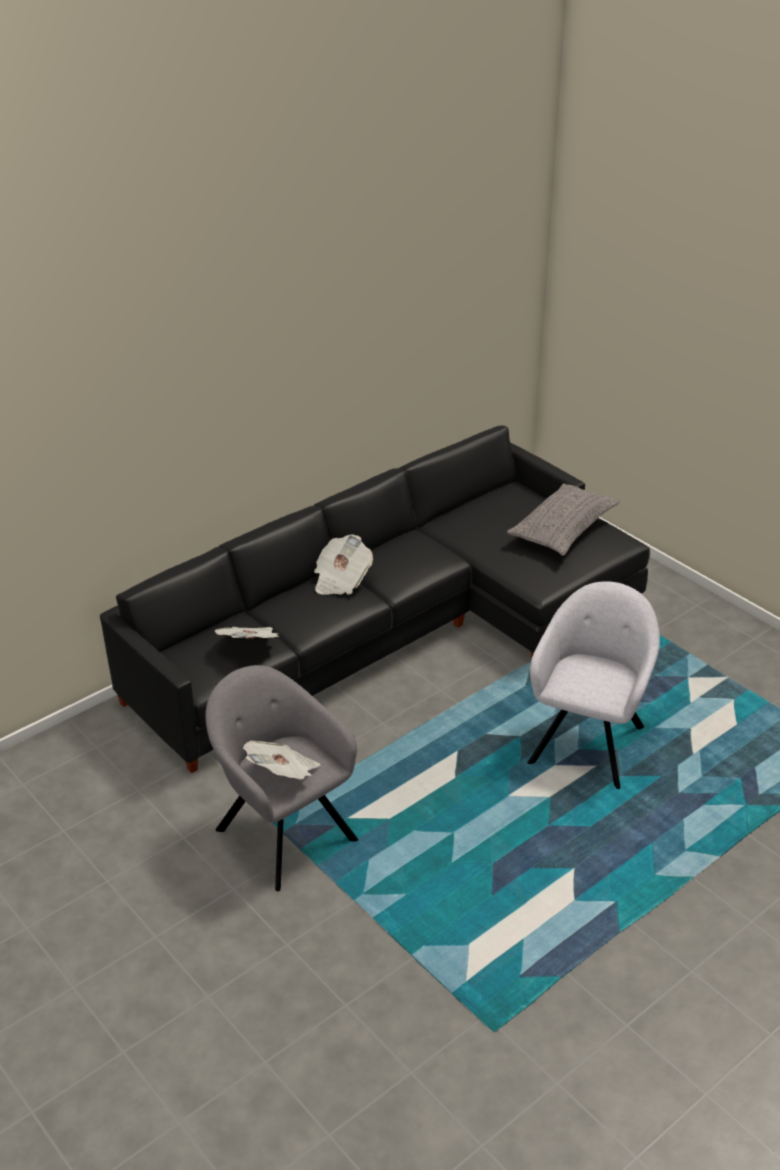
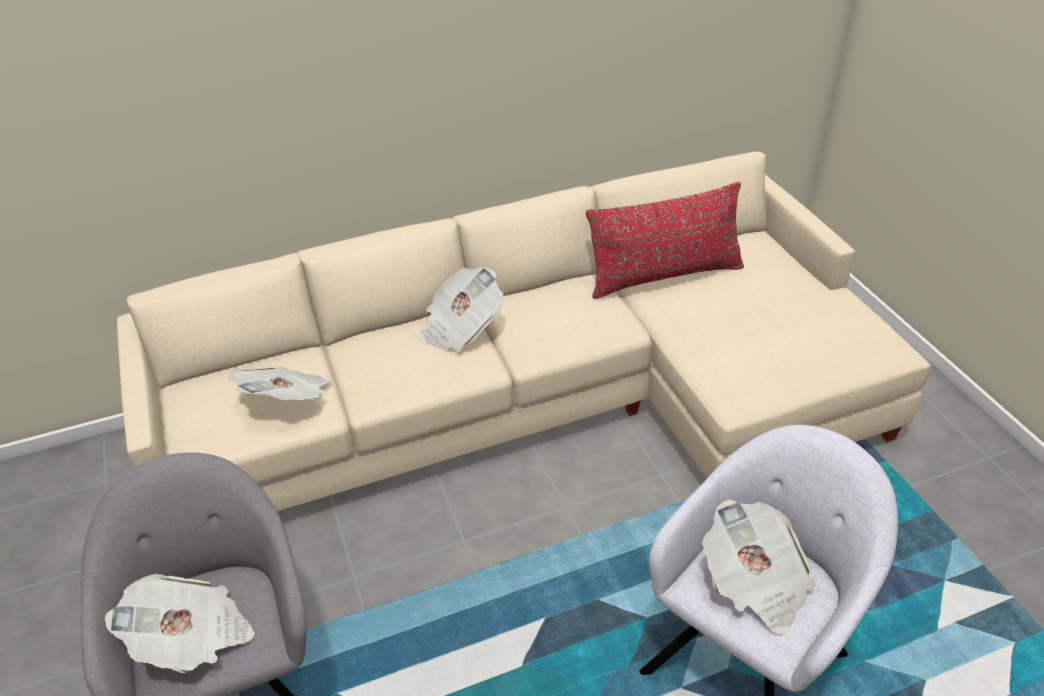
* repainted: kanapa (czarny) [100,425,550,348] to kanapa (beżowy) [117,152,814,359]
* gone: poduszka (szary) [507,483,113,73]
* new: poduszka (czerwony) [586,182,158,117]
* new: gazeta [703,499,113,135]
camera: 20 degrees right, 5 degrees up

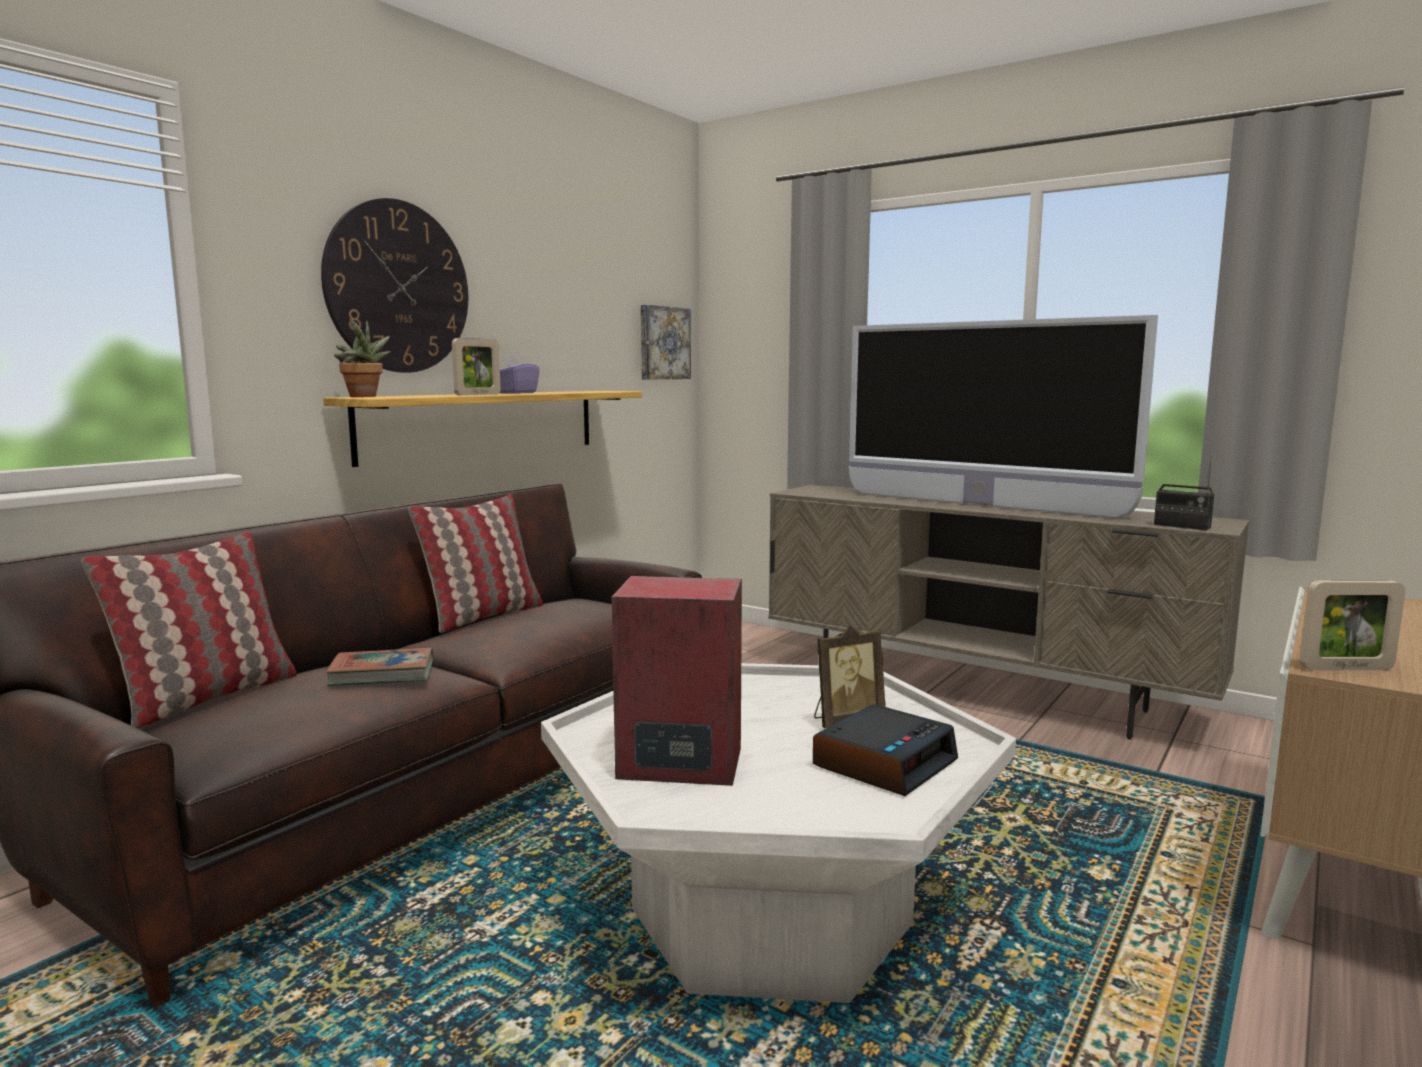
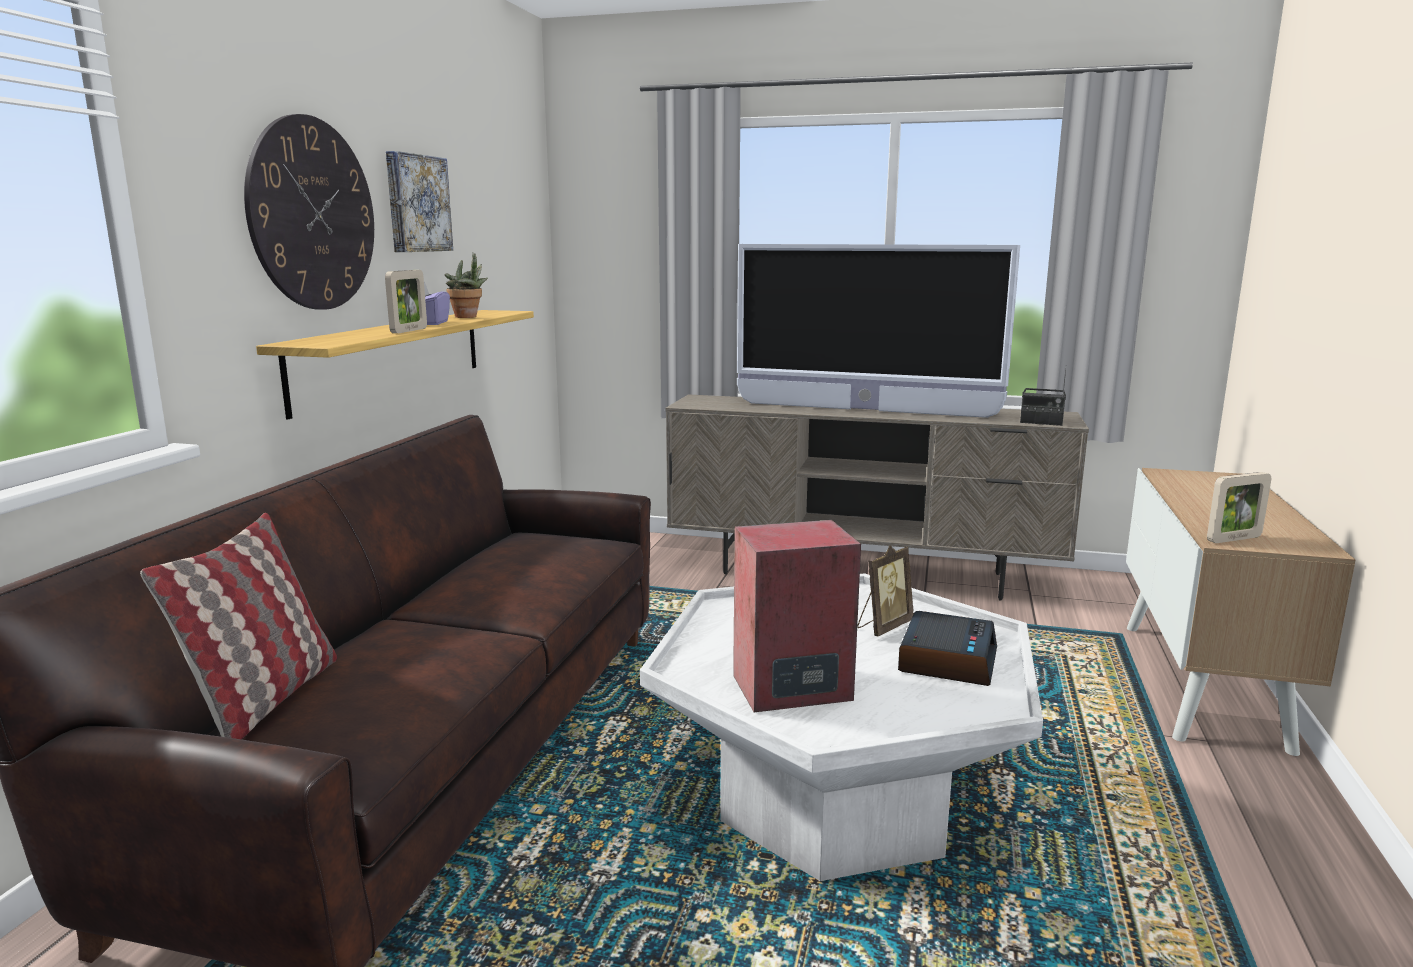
* gone: książka [326,648,107,38]
* shifted: roślina doniczkowa [334,318,57,79] to [444,253,44,65]
* gone: poduszka [408,494,135,139]
* shifted: obraz [641,305,50,74] to [386,151,67,101]
camera: 20 degrees left, 5 degrees up

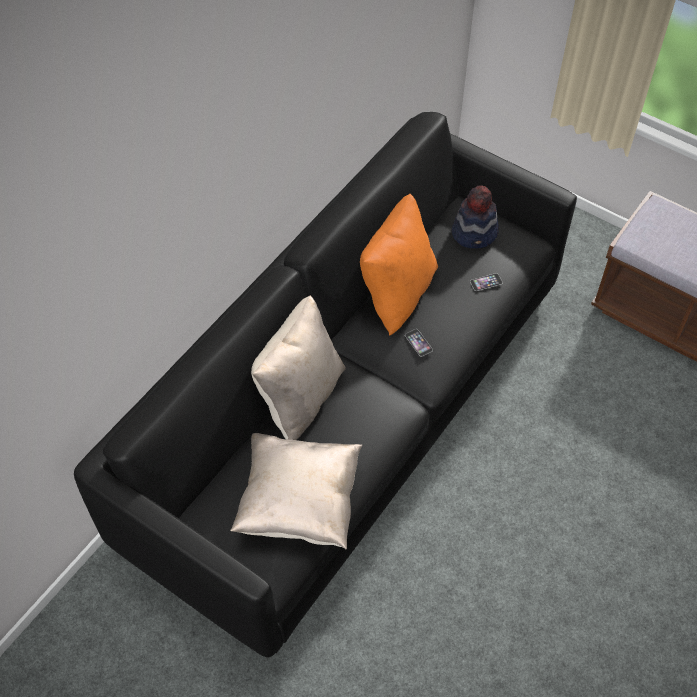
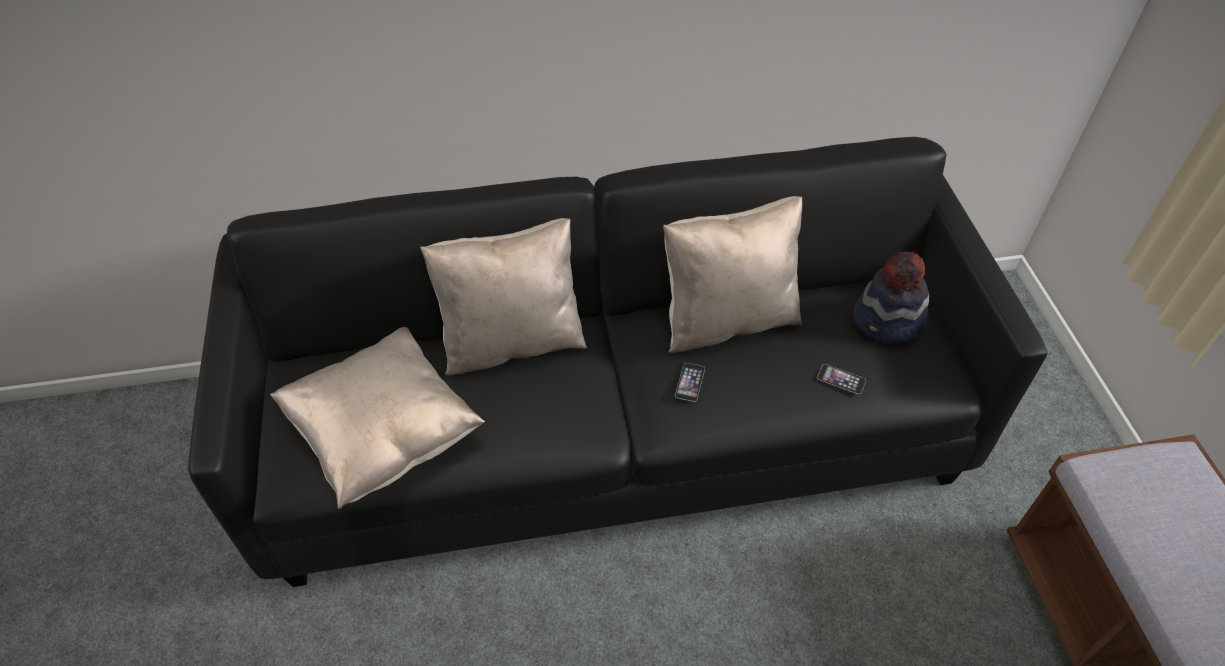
* repainted: poduszka (pomarańczowy) [360,194,78,142] to poduszka (beżowy) [663,196,139,157]
camera: 45 degrees right, 5 degrees down

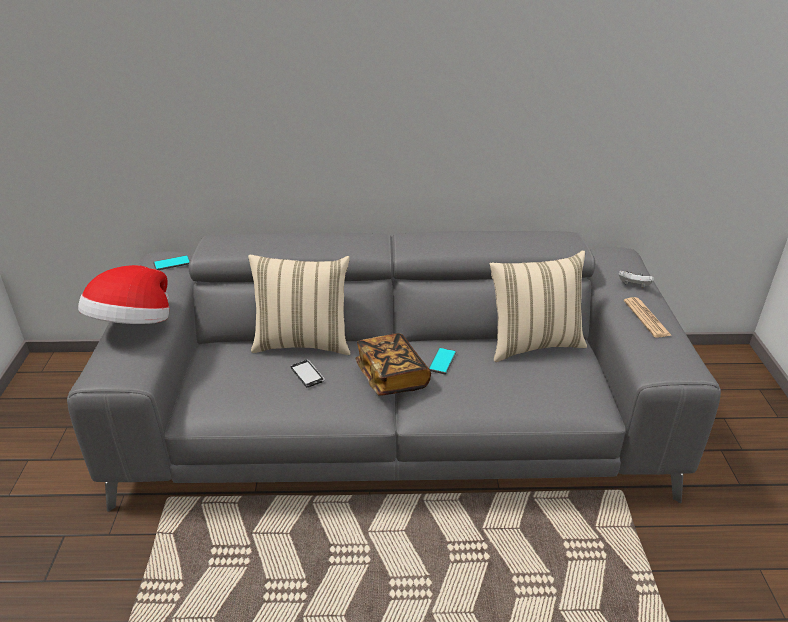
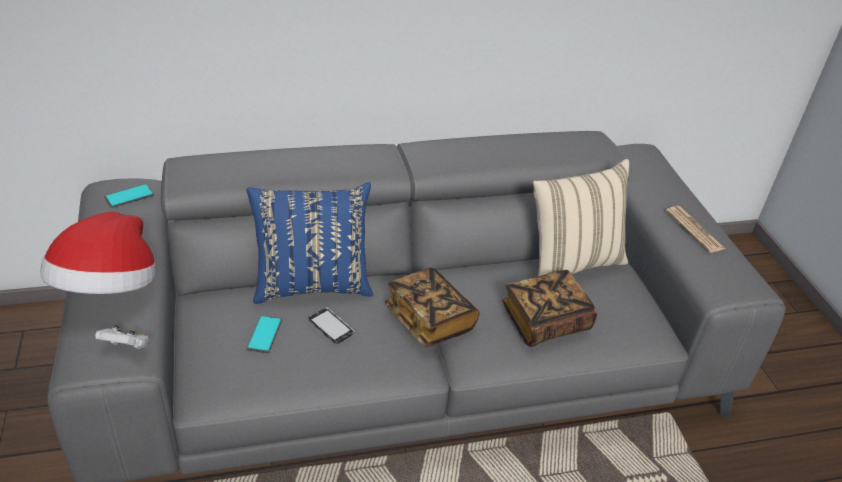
* repainted: poduszka (beżowy) [248,255,103,100] to poduszka (niebieski) [246,182,127,122]
* shifted: telefon [429,348,27,27] to [247,315,35,38]
* shifted: pad do gier (biały) [619,271,35,17] to [95,325,55,25]
* new: książka [502,270,95,77]
camera: 15 degrees left, 5 degrees up

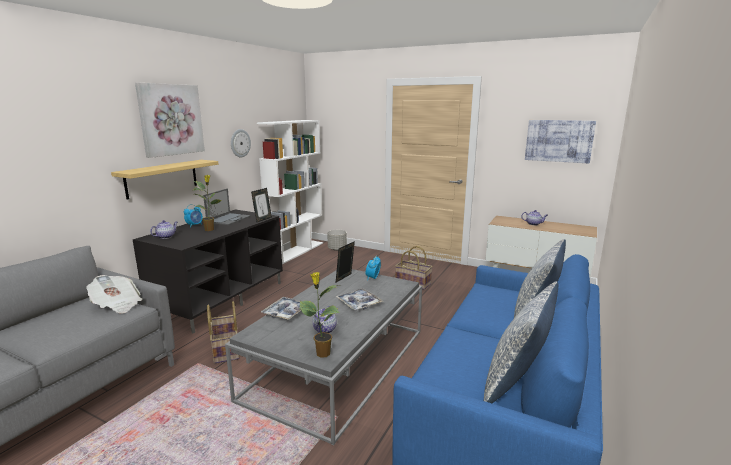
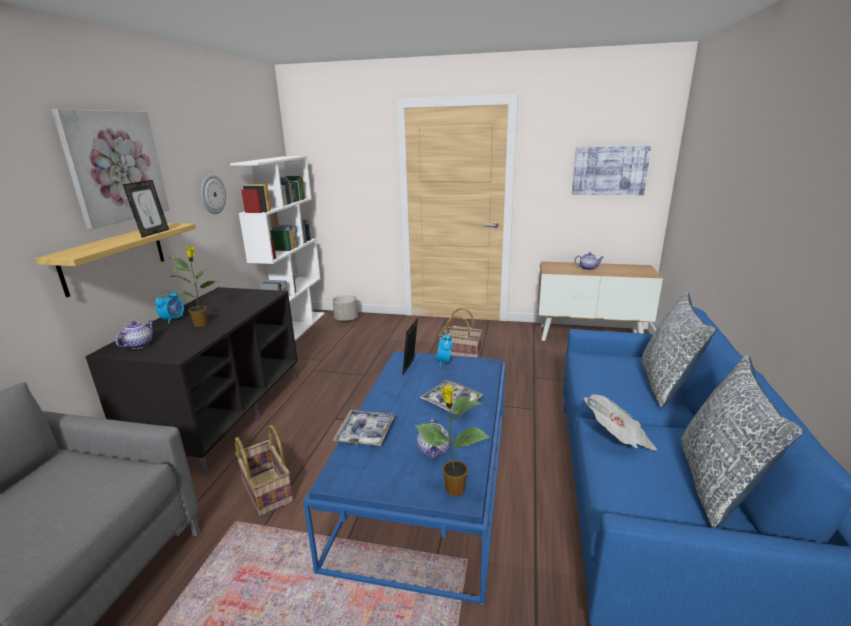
* shifted: gazeta [86,275,56,38] to [584,394,73,57]
* gone: laptop [203,189,48,36]
* repainted: ława (szary) [225,269,197,176] to ława (niebieski) [303,351,202,254]
* shifted: ramka na zdjęcie [251,188,21,34] to [122,180,47,58]
camera: 15 degrees left, 5 degrees up

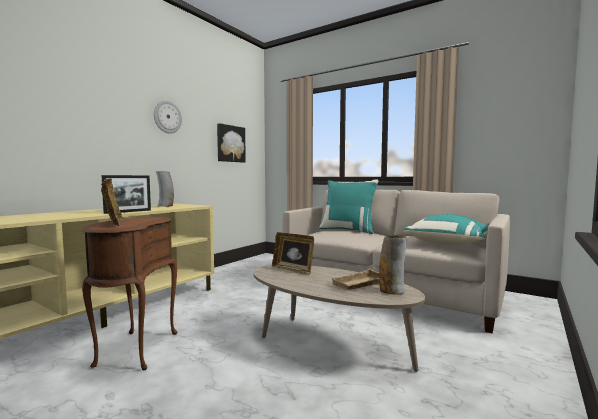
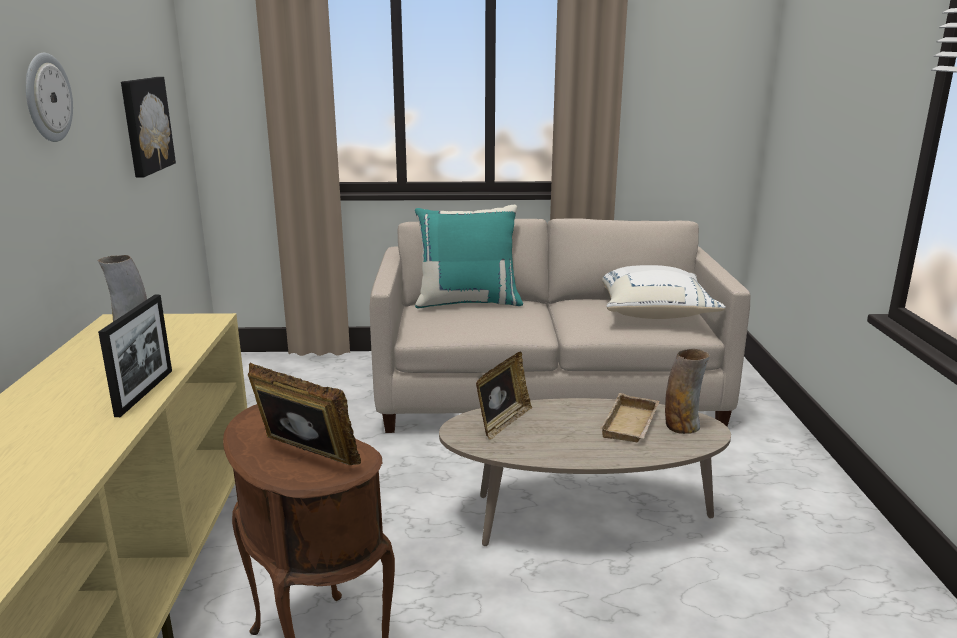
* rotated: ramka na zdjęcie [272,232,42,43] = [476,351,56,89] 60 degrees counterclockwise
* repainted: poduszka (turkusowy) [403,214,86,32] to poduszka (biały) [602,265,124,54]
camera: 35 degrees left, 15 degrees up

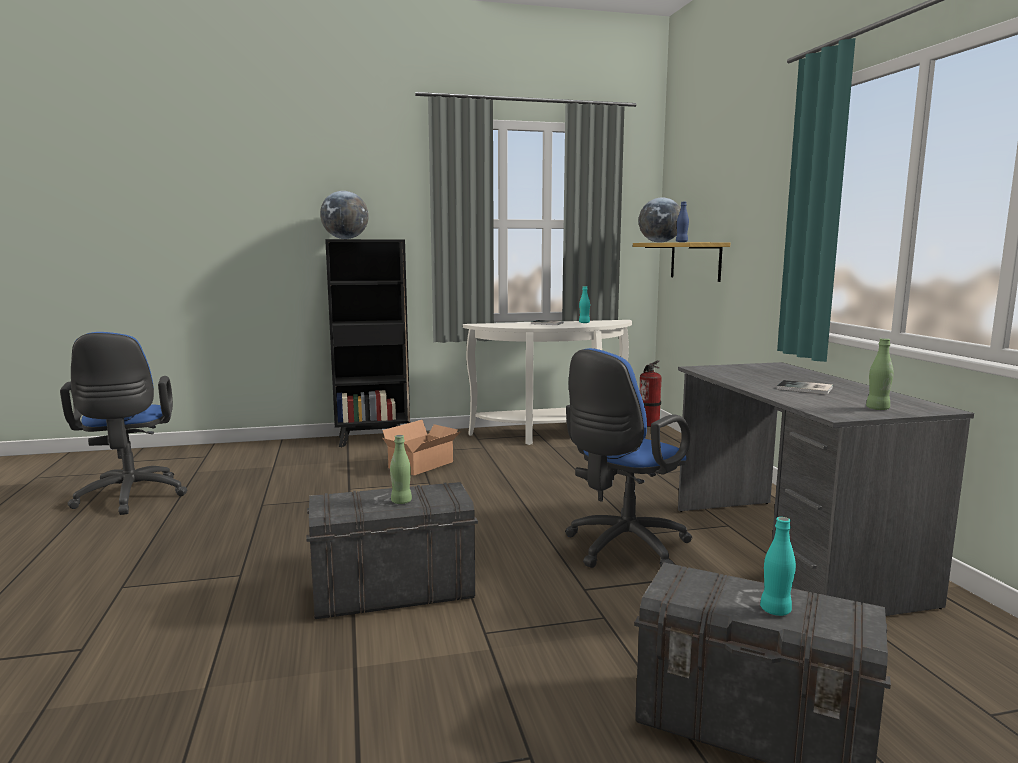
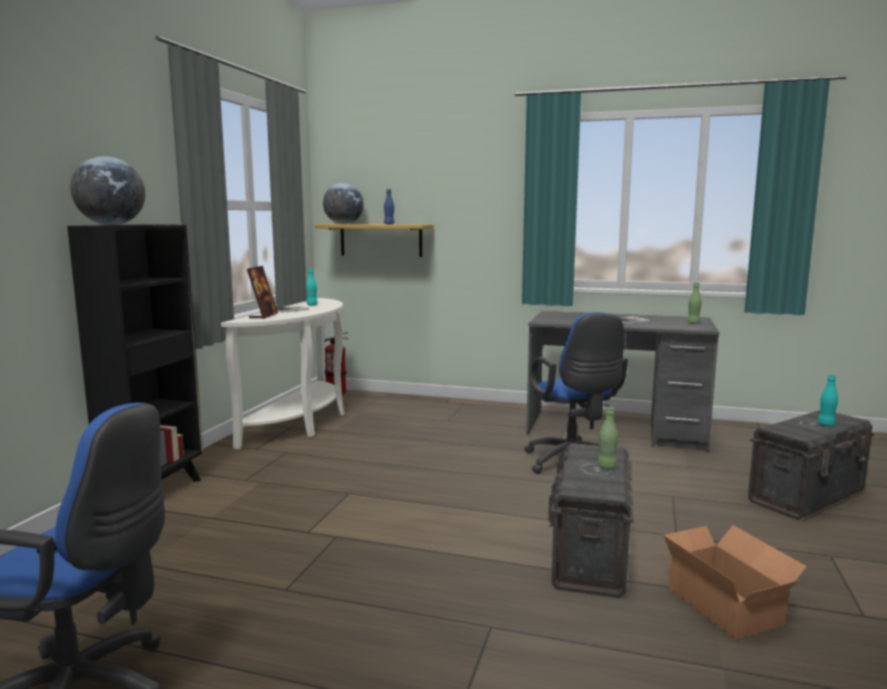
* shifted: karton [382,420,80,55] to [663,525,144,115]
* new: ramka na zdjęcie [247,266,31,53]
camera: 60 degrees left, 0 degrees up

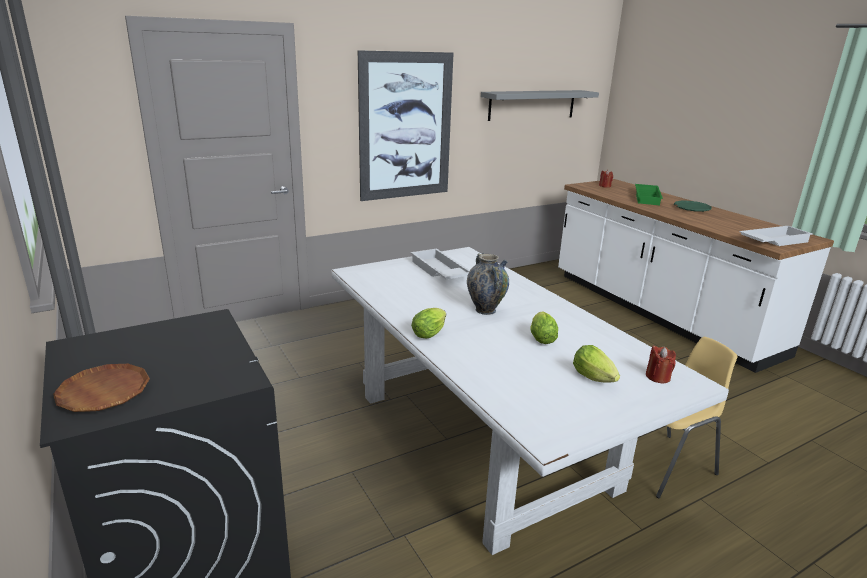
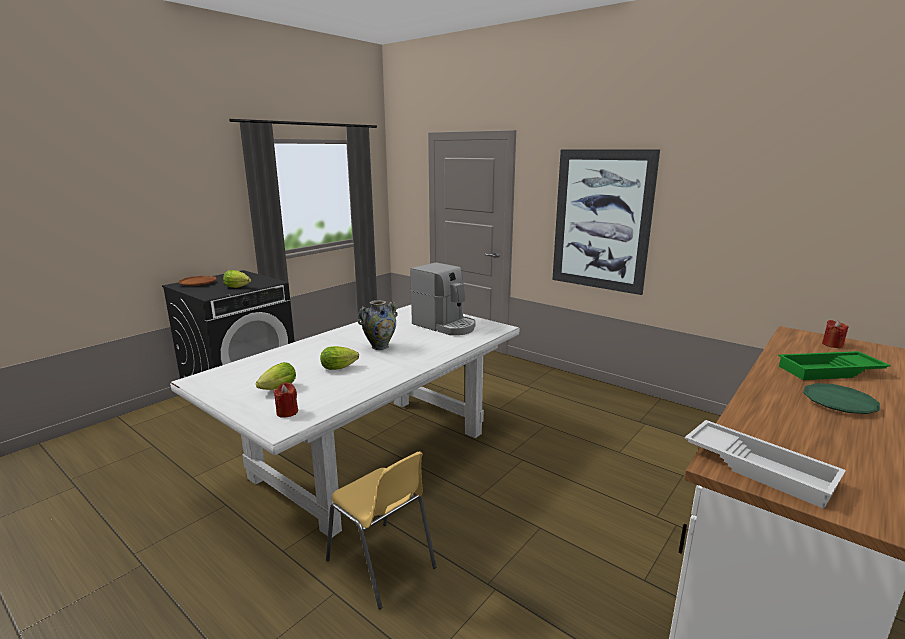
* swapped: taca (biały) [411,249,59,31] to ekspres do kawy [410,262,66,73]
* shifted: sałata [411,308,35,31] to [223,270,28,18]
* gone: półka (szary) [481,90,118,31]
camera: 70 degrees right, 5 degrees down

